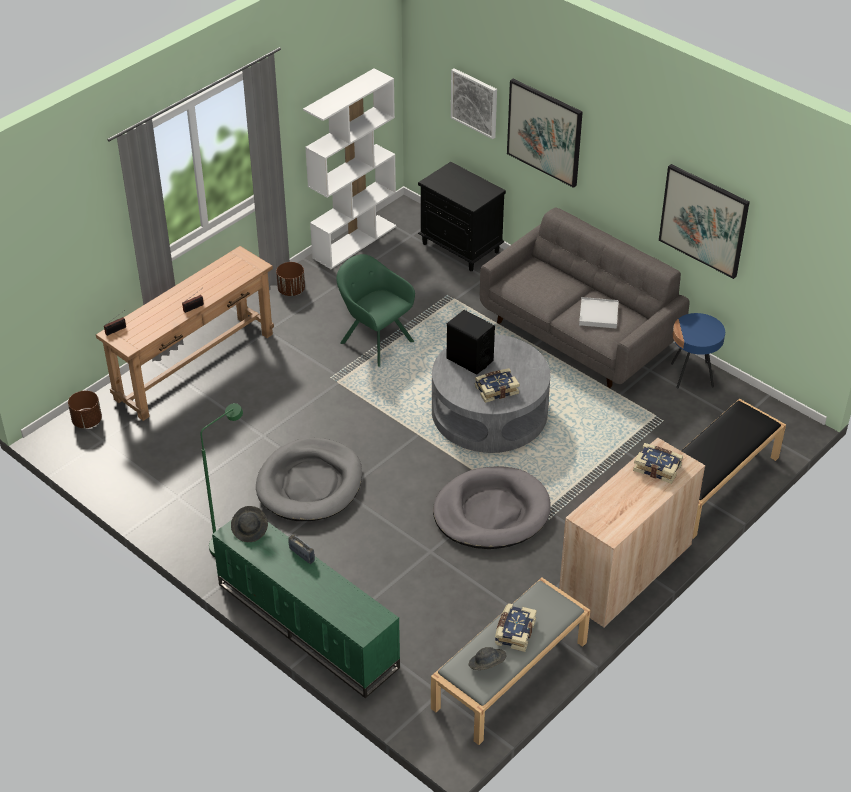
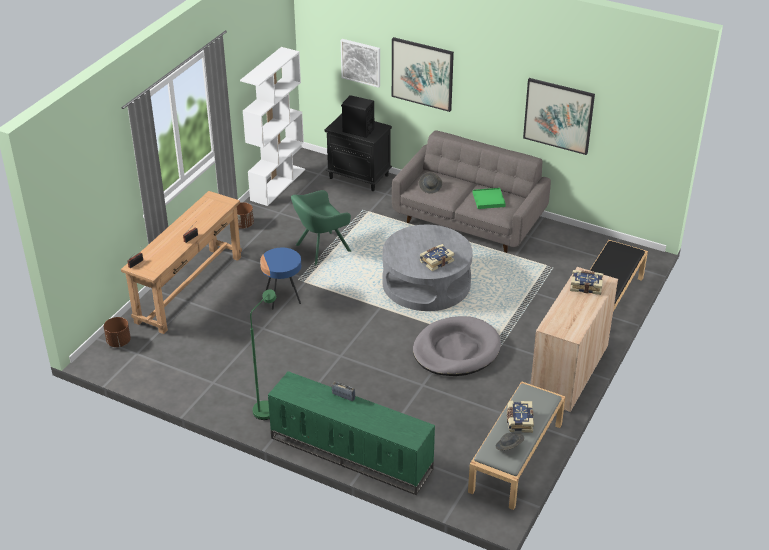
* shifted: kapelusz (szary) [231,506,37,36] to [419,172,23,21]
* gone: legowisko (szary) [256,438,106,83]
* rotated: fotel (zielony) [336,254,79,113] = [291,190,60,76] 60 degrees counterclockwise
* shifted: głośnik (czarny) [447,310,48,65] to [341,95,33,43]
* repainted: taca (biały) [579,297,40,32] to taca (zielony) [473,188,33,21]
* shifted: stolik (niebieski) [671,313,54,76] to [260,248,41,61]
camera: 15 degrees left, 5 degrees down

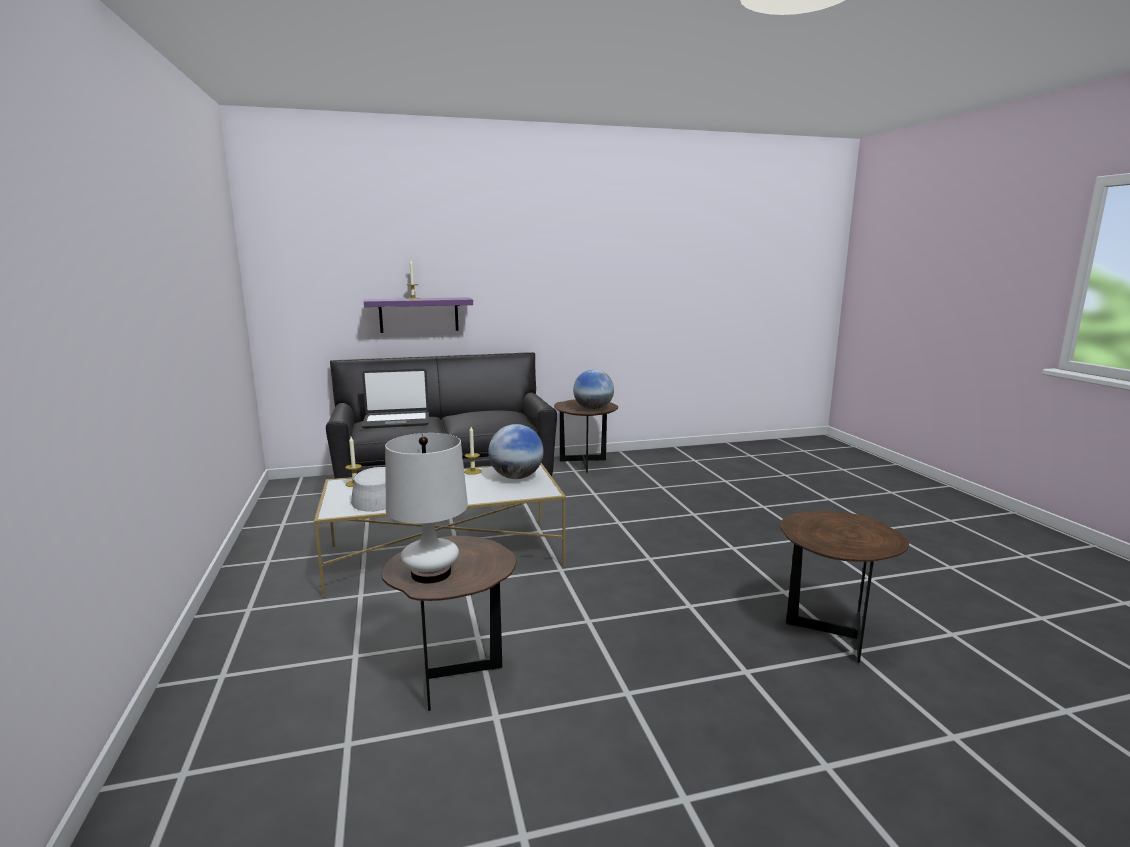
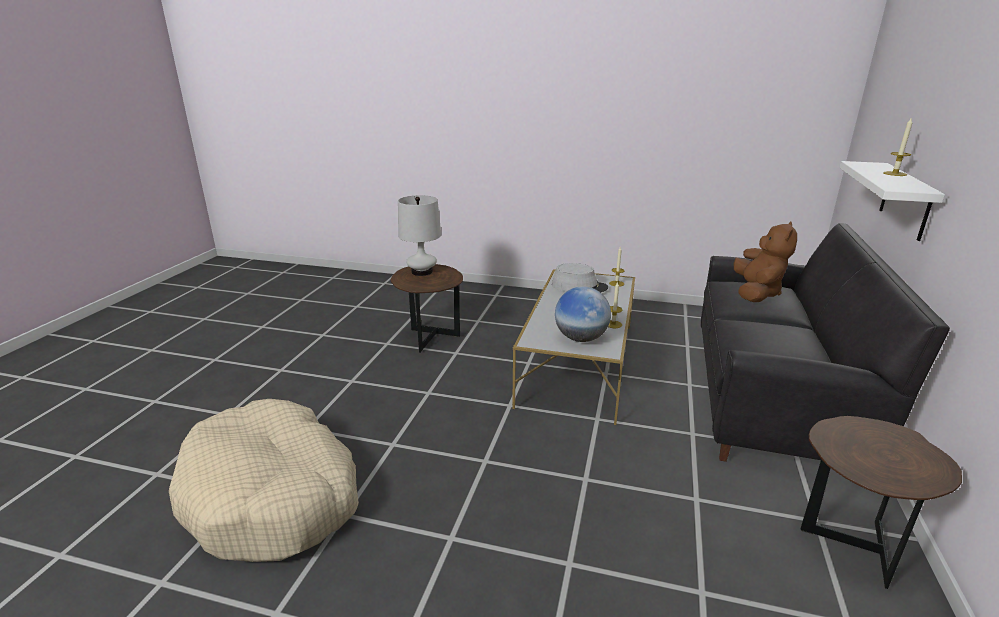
* swapped: laptop [361,368,68,61] to pluszak (brązowy) [734,221,63,81]
* repainted: półka (fioletowy) [364,297,109,36] to półka (biały) [839,161,106,80]
* gone: globus [573,369,41,41]
* swapped: stolik (brązowy) [779,511,130,152] to legowisko (beżowy) [169,399,190,163]
camera: 120 degrees right, 10 degrees up

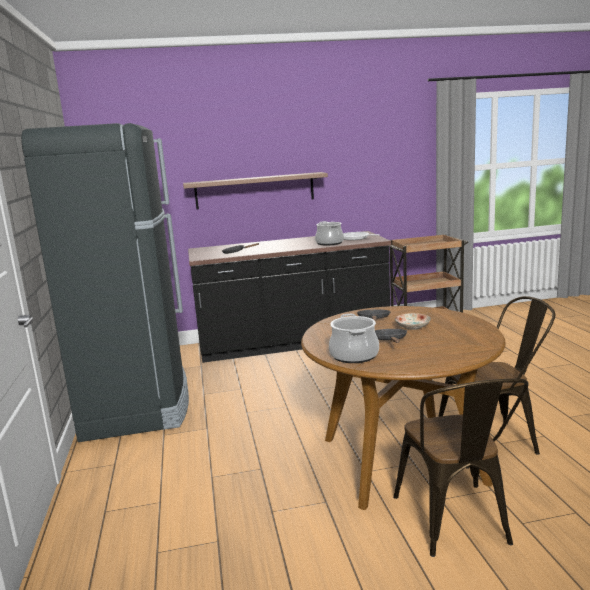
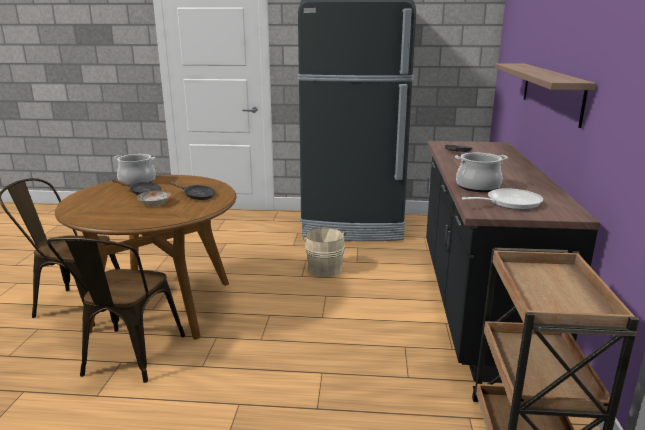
* new: wiadro (beżowy) [303,228,43,49]
camera: 105 degrees right, 5 degrees up

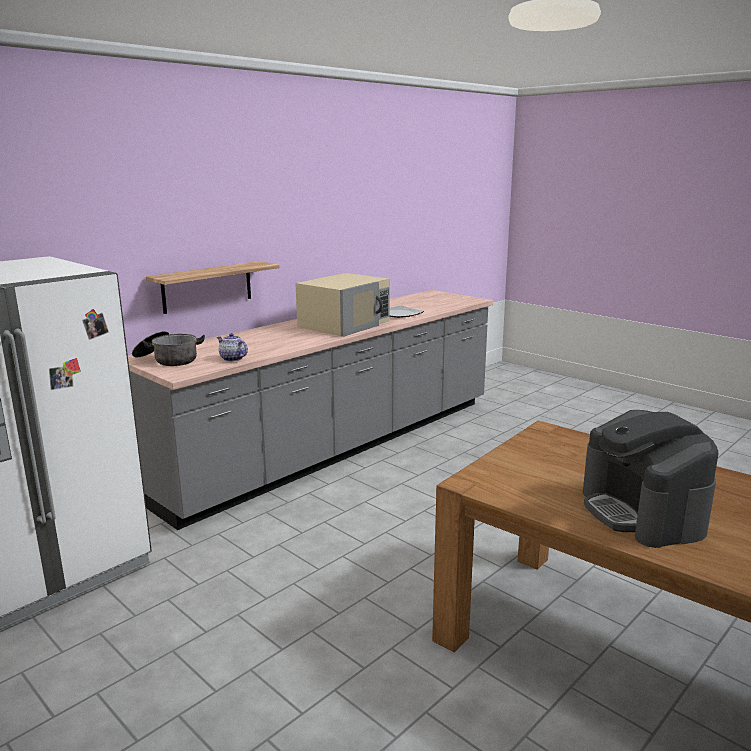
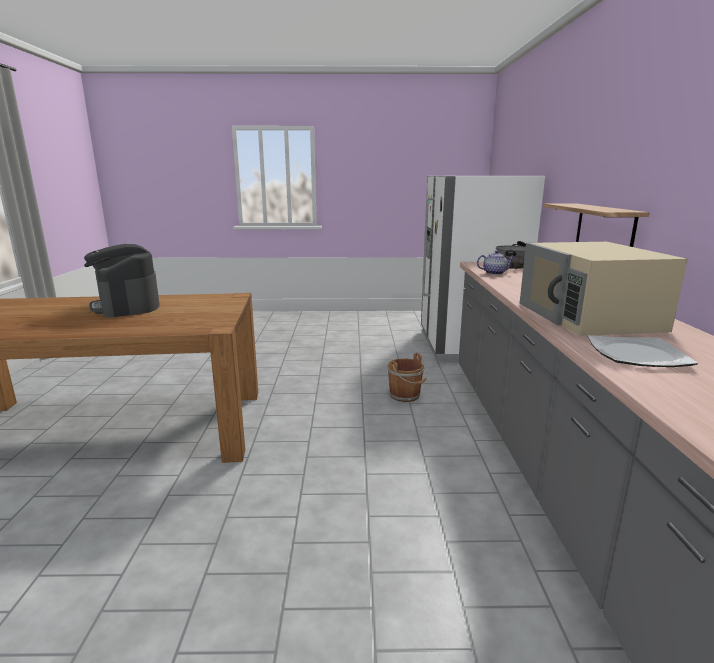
* rotated: ekspres do kawy [583,410,136,138] = [84,244,76,74] 150 degrees counterclockwise
* new: wiadro (brązowy) [387,353,40,49]
camera: 135 degrees right, 0 degrees up

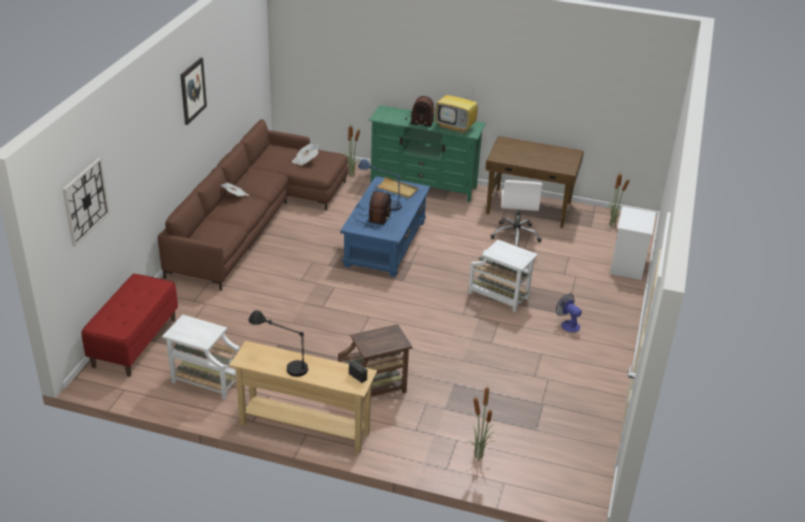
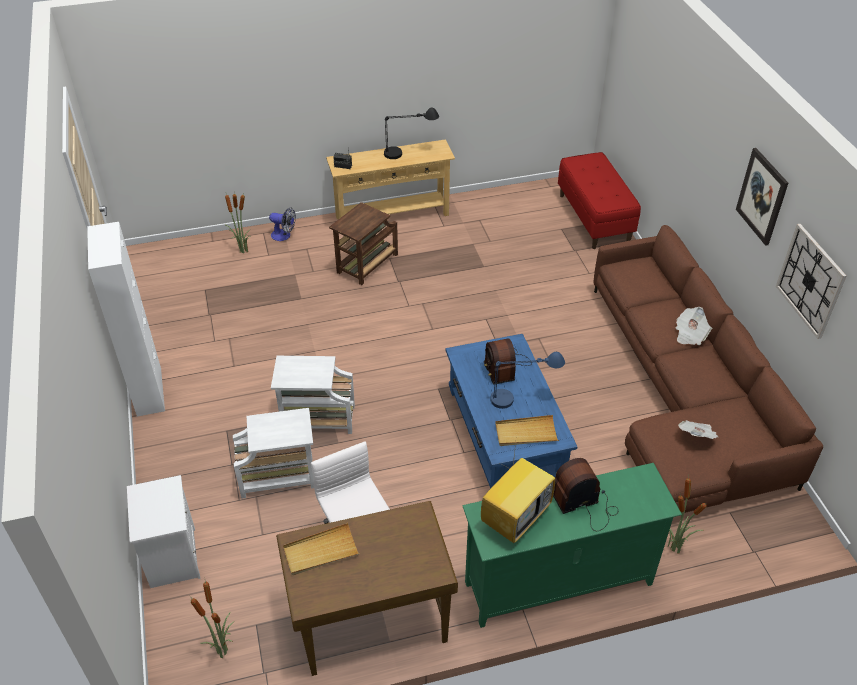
* shifted: zegar ścienny [63,158,46,89] to [776,224,70,115]
* shifted: stolik (biały) [162,315,78,85] to [233,408,81,91]
* rotated: telewizor [435,86,43,48] = [481,443,74,100] 135 degrees clockwise
* shifted: wentylator [556,294,26,39] to [269,207,27,34]
* new: szafka (biały) [87,222,78,195]
* new: taca (beżowy) [283,523,76,52]
camera: 150 degrees right, 10 degrees up

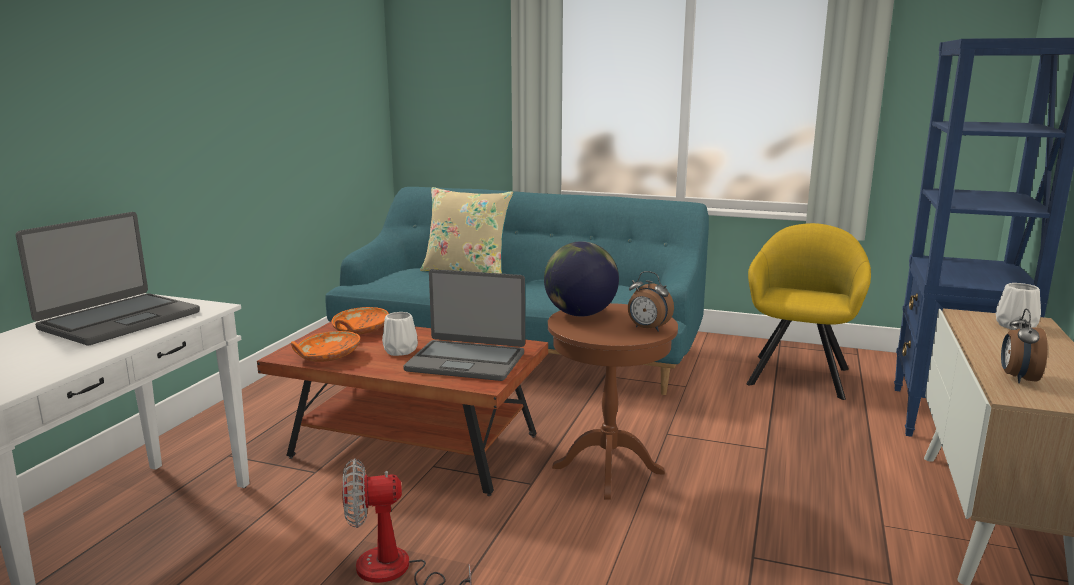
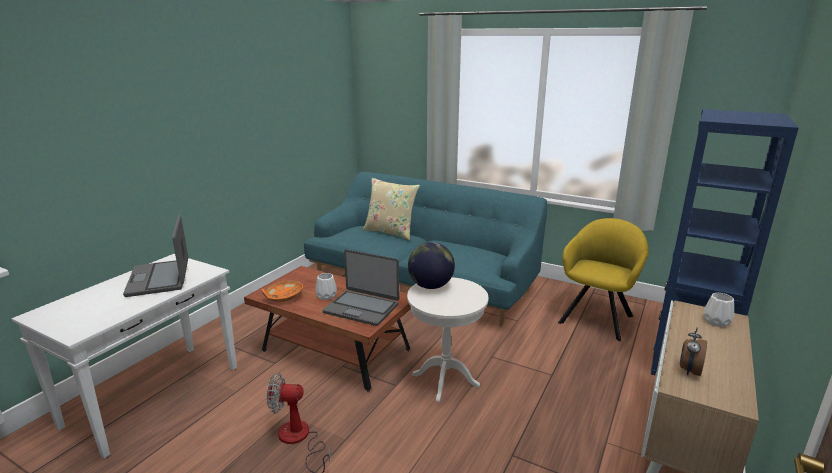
* rotated: laptop [16,212,184,133] = [123,215,65,82] 120 degrees clockwise
* gone: miska (pomarańczowy) [331,307,58,28]
* repainted: stolik (brązowy) [548,303,130,197] to stolik (biały) [407,277,82,125]
* gone: budzik [628,271,46,61]
camera: 10 degrees right, 5 degrees up

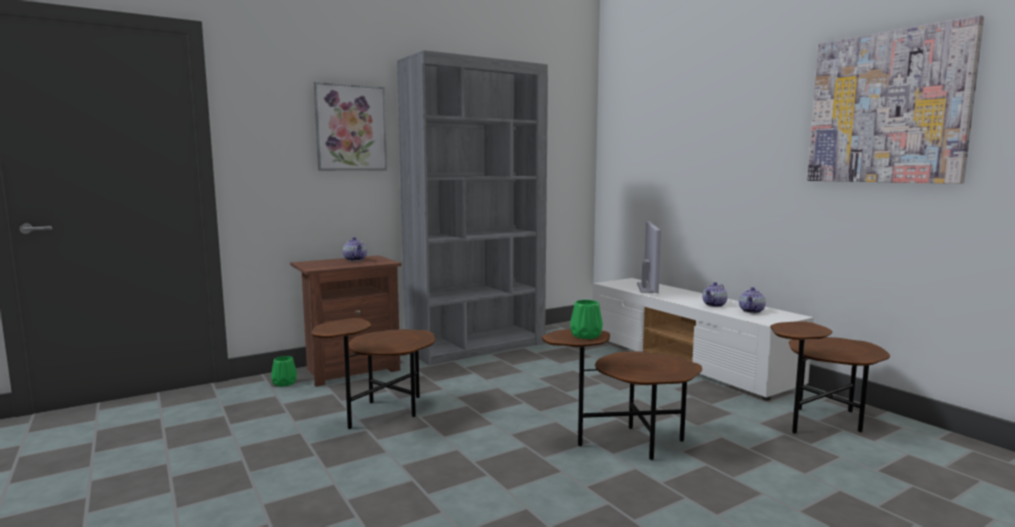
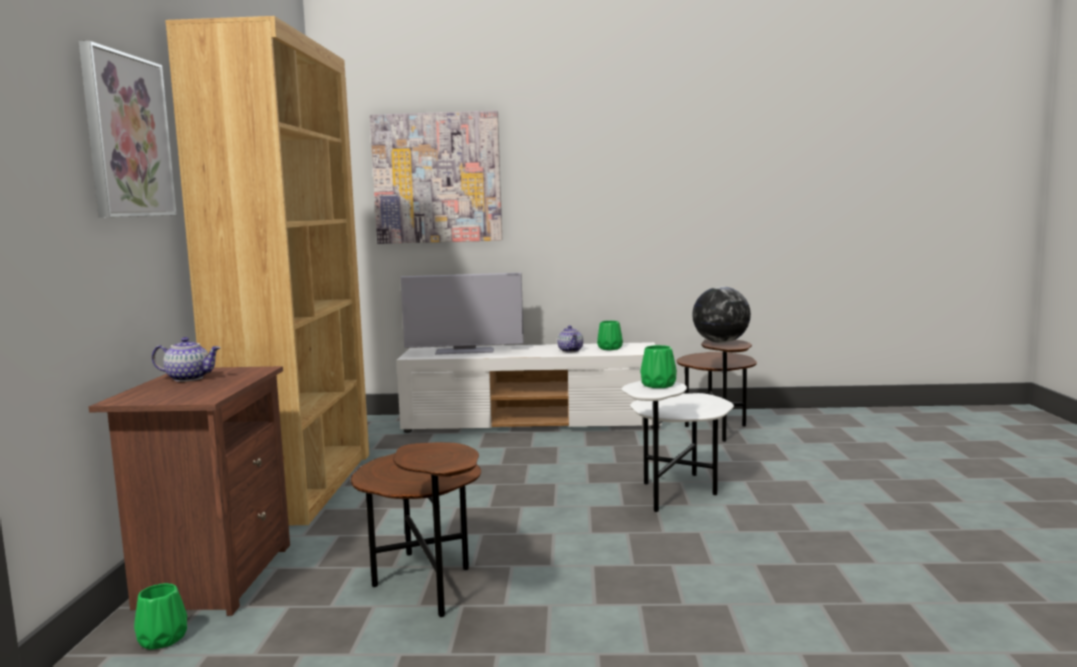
* repainted: regał (szary) [397,50,151,315] to regał (brązowy) [165,16,204,509]
* repainted: stolik (brązowy) [542,329,160,131] to stolik (biały) [622,381,112,131]
* rotated: telewizor [637,221,24,72] = [401,273,123,82] 135 degrees clockwise
* swapped: imbryk [739,287,27,26] to wazon (zielony) [597,321,26,29]
* shifted: obraz [808,15,176,169] to [370,111,132,133]
* new: globus [692,286,59,57]
camera: 55 degrees left, 0 degrees up

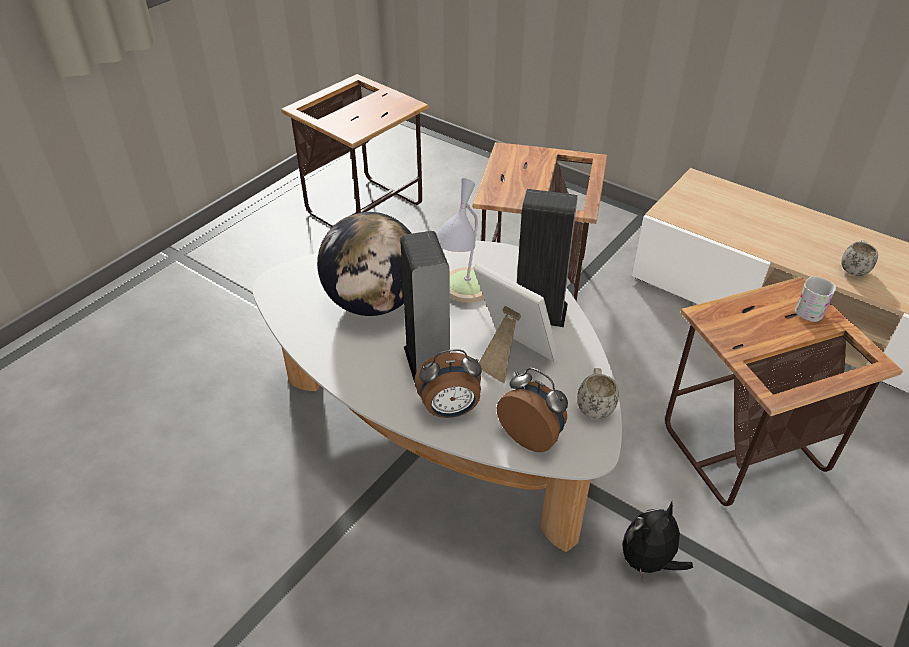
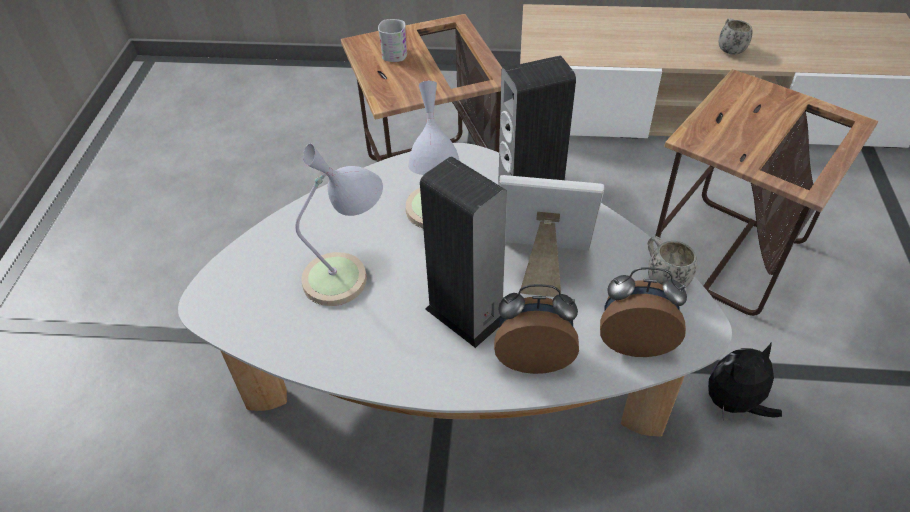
* gone: stolik [281,74,148,153]
* swapped: globus [317,212,95,104] to lampa stołowa [295,143,88,163]
* rotated: budzik [415,349,67,69] = [494,284,85,90] 135 degrees counterclockwise
* rotated: pluszak [622,502,71,80] = [708,342,74,77] 45 degrees clockwise
* shifted: kubek (biały) [795,276,41,46] to [378,19,29,43]
camera: 30 degrees left, 5 degrees up

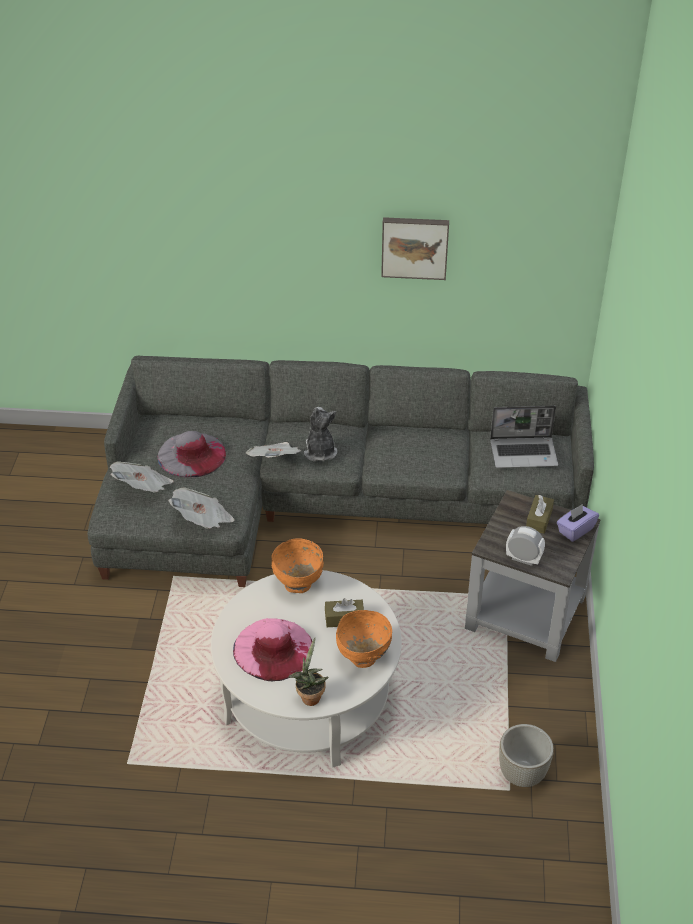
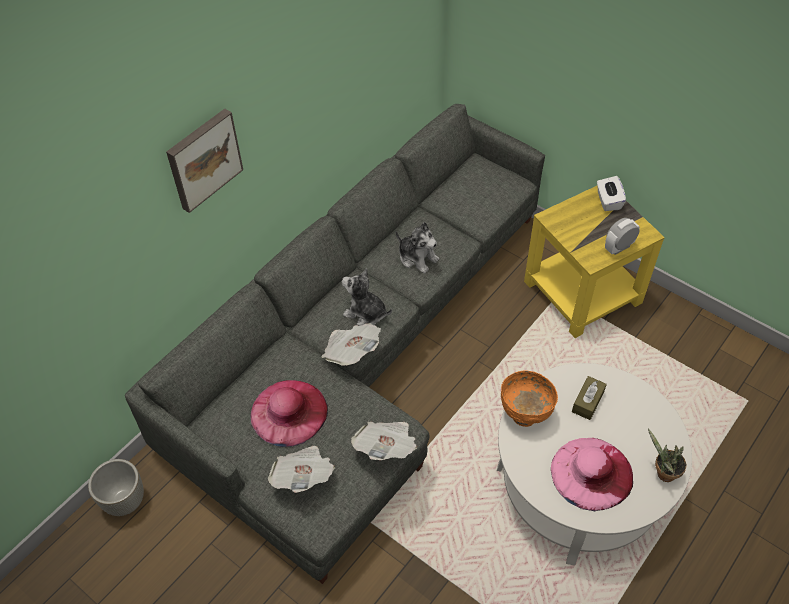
* repainted: kapelusz (szary) [158,431,68,46] to kapelusz (różowy) [250,380,78,67]
* gone: miska (pomarańczowy) [336,610,56,58]
* shifted: obraz [381,217,68,63] to [166,109,77,104]
* repainted: stolik (szary) [465,490,136,172] to stolik (żółty) [524,186,141,152]
* gone: laptop [490,406,68,62]
* shifted: donica (szary) [499,724,55,63] to [88,459,56,57]
* gone: pudełko chusteczek (brązowy) [526,495,28,39]
* repainted: pudełko chusteczek (fioletowy) [556,504,43,38] to pudełko chusteczek (biały) [597,176,29,35]
* new: pluszak [396,222,43,52]
camera: 55 degrees left, 10 degrees up

